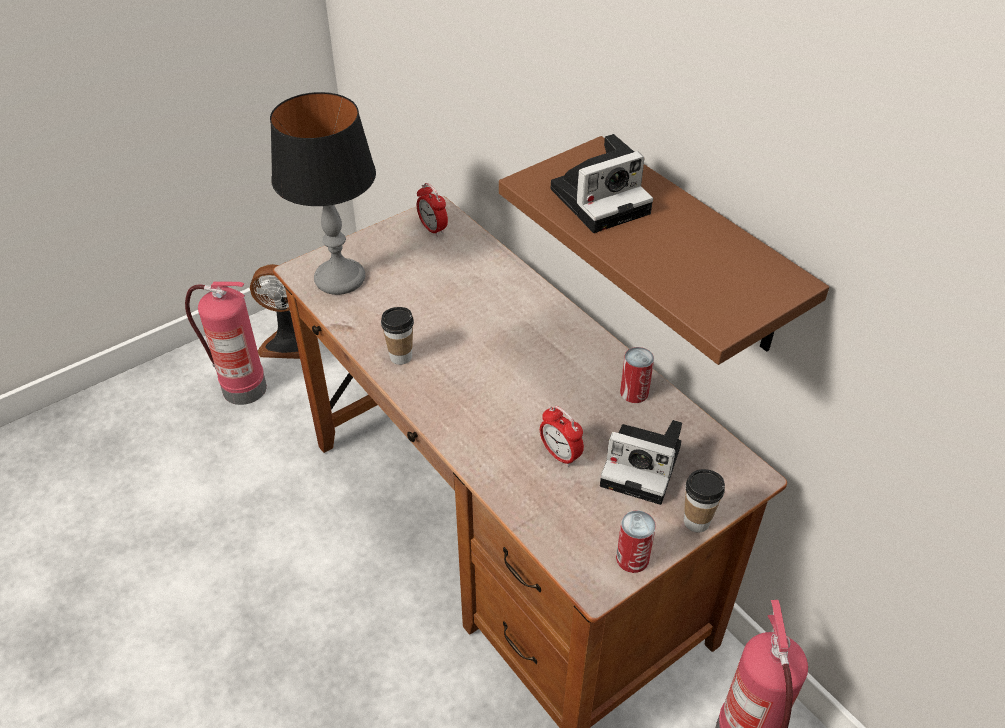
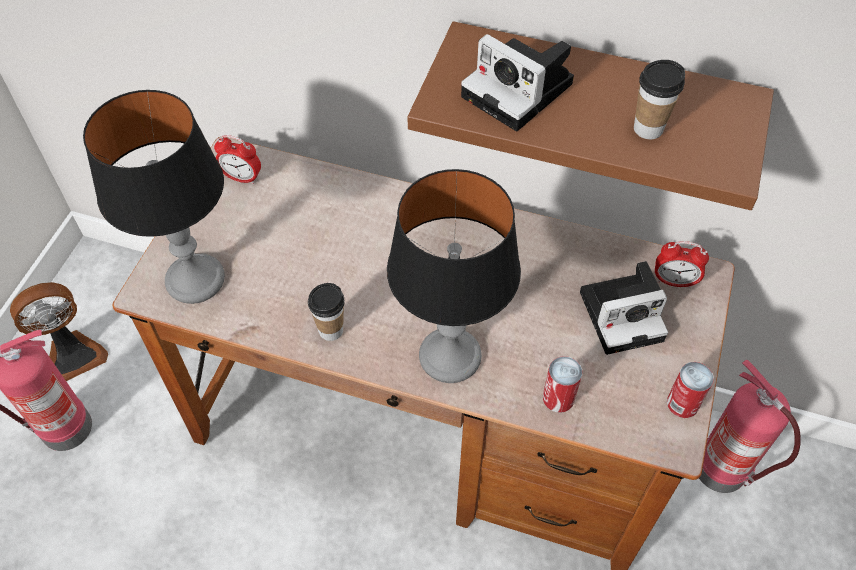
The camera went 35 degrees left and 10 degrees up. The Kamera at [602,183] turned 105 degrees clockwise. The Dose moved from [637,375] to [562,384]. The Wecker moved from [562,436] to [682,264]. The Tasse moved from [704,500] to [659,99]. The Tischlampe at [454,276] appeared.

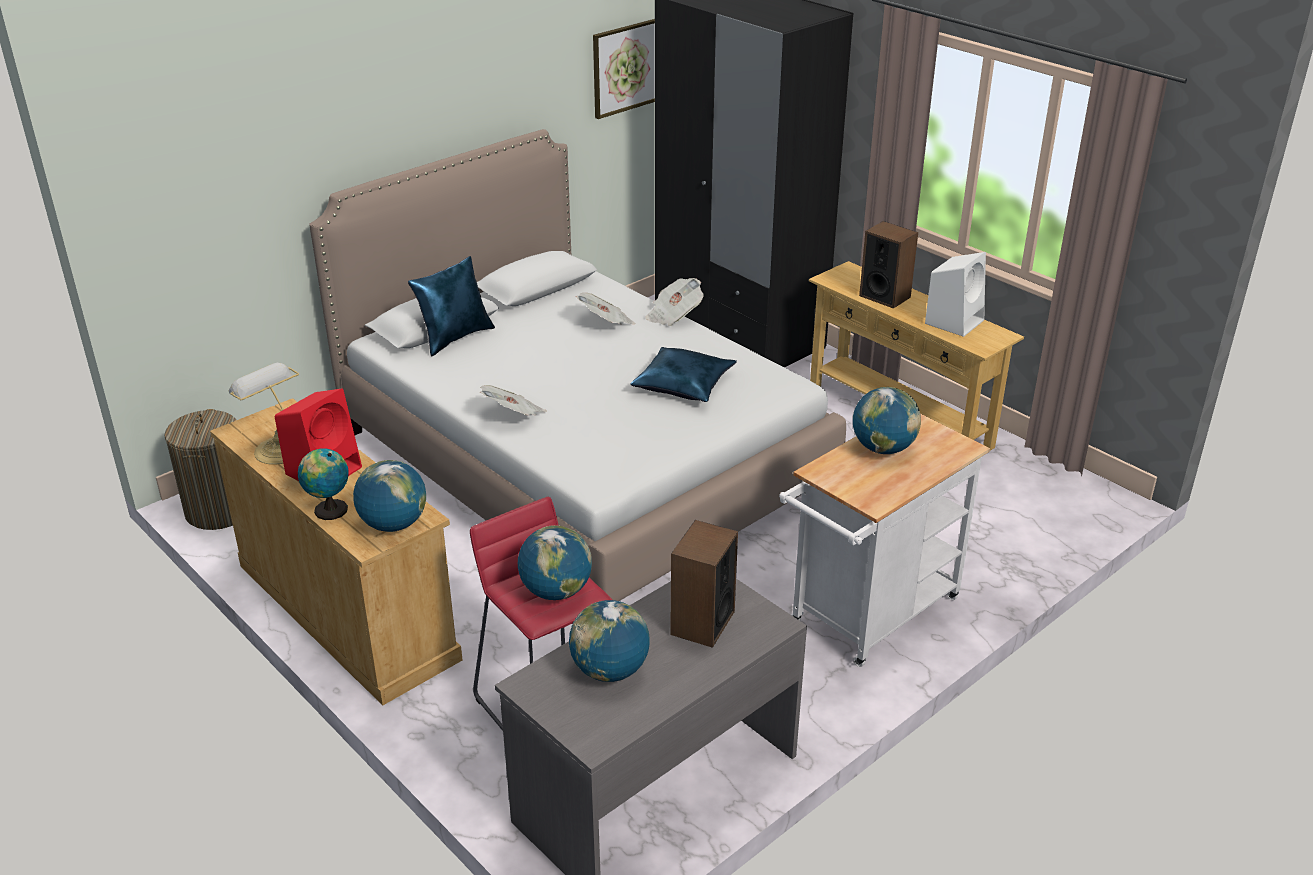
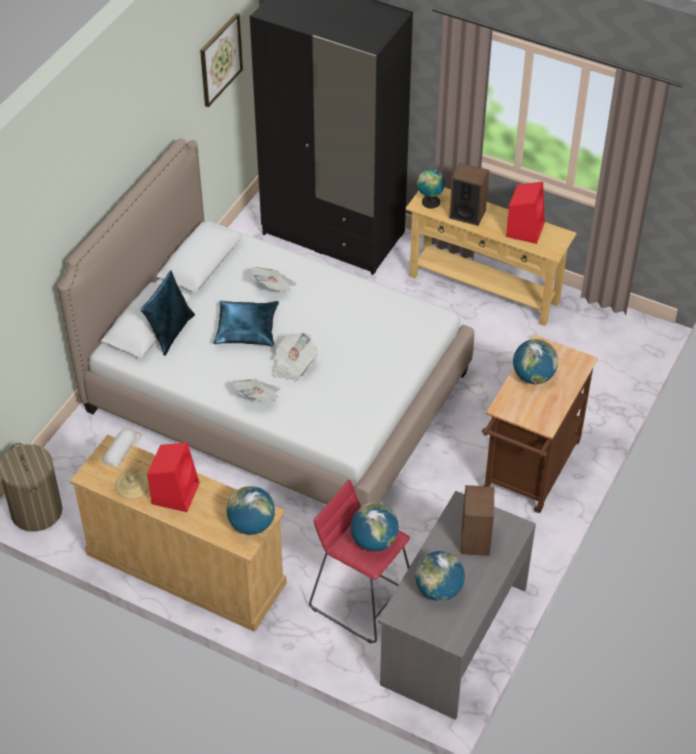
The camera went 20 degrees left and 15 degrees up. The Lautsprecher [weiß] at [955,294] became the Lautsprecher [rot] at [525,212]. The Zeitung moved from [675,302] to [295,357]. The Kissen [blau] moved from [683,374] to [246,324]. The Rollwagen [weiß] at [884,540] became the Rollwagen [braun] at [540,423]. The Globus moved from [323,484] to [431,189].

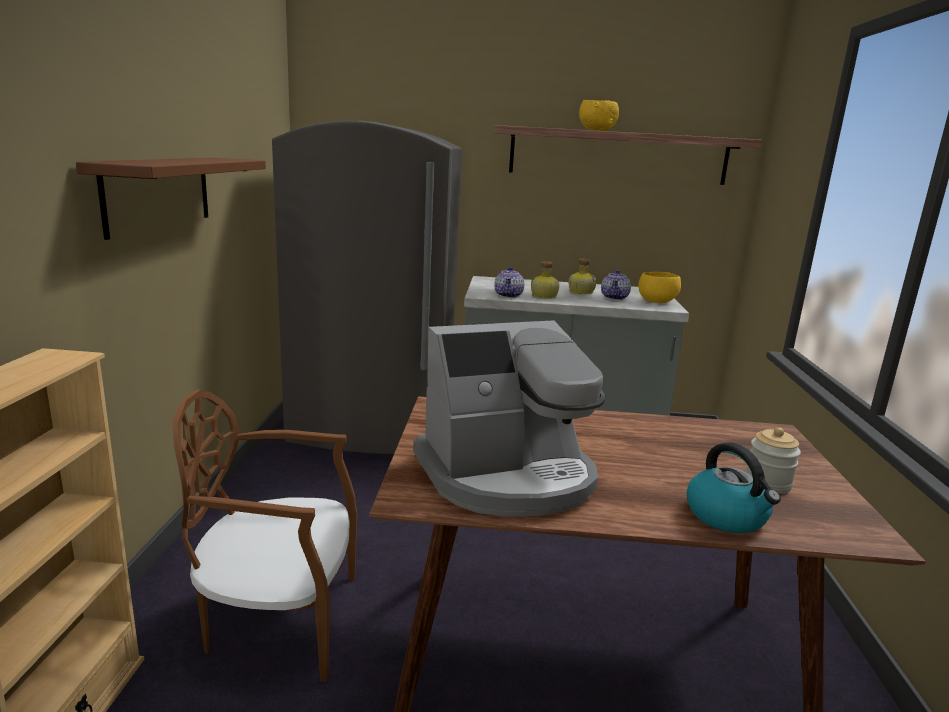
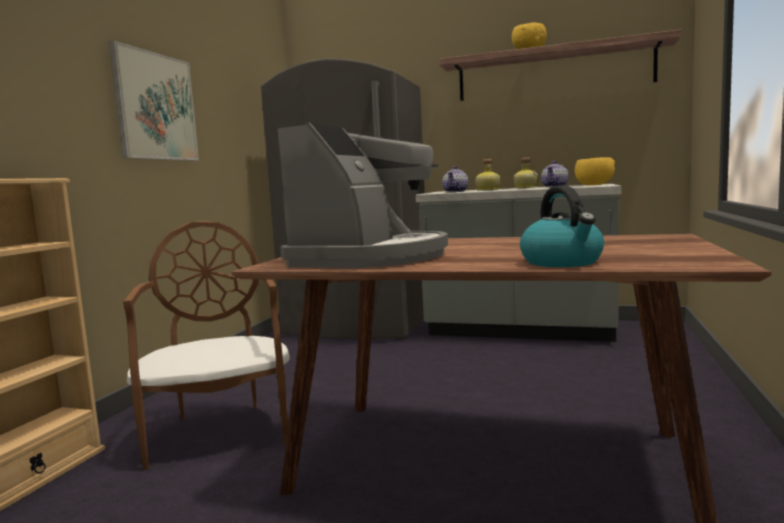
The camera went 15 degrees right and 10 degrees down. The Wandregal [braun] at [171,198] was replaced by the Bild at [154,101]. The Kaffeemaschine at [509,418] turned 60 degrees counterclockwise. The Stuhl [braun] at [264,536] turned 60 degrees clockwise. The Vorratsglas at [773,460] disappeared.

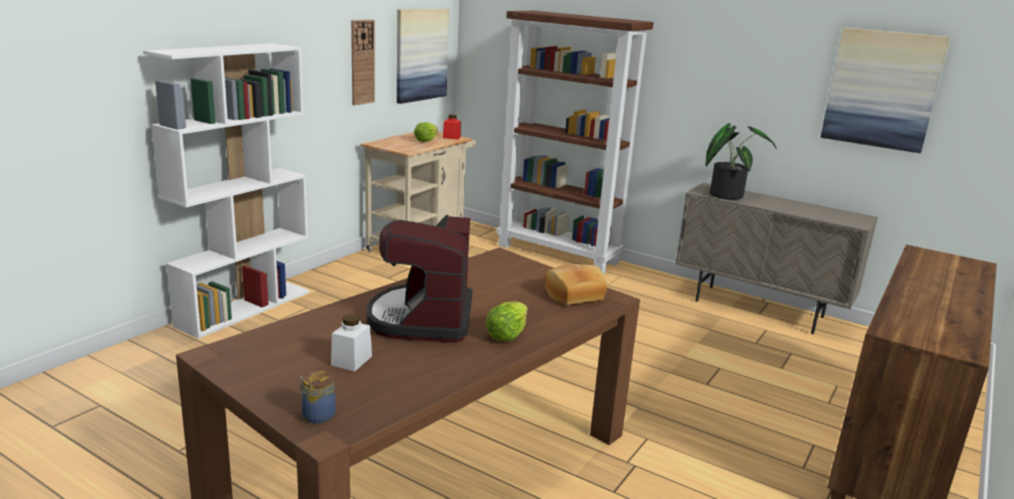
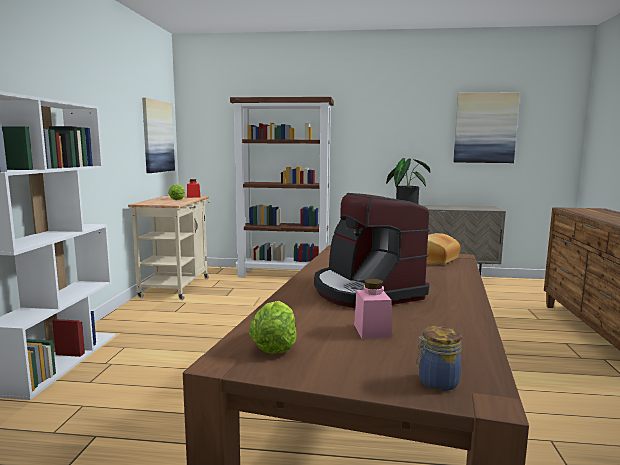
The camera went 25 degrees left and 10 degrees down. The Wanduhr at [363,62] disappeared. The Salatkopf moved from [507,321] to [272,327]. The Vorratsglas [weiß] at [351,342] became the Vorratsglas [rosa] at [373,309].

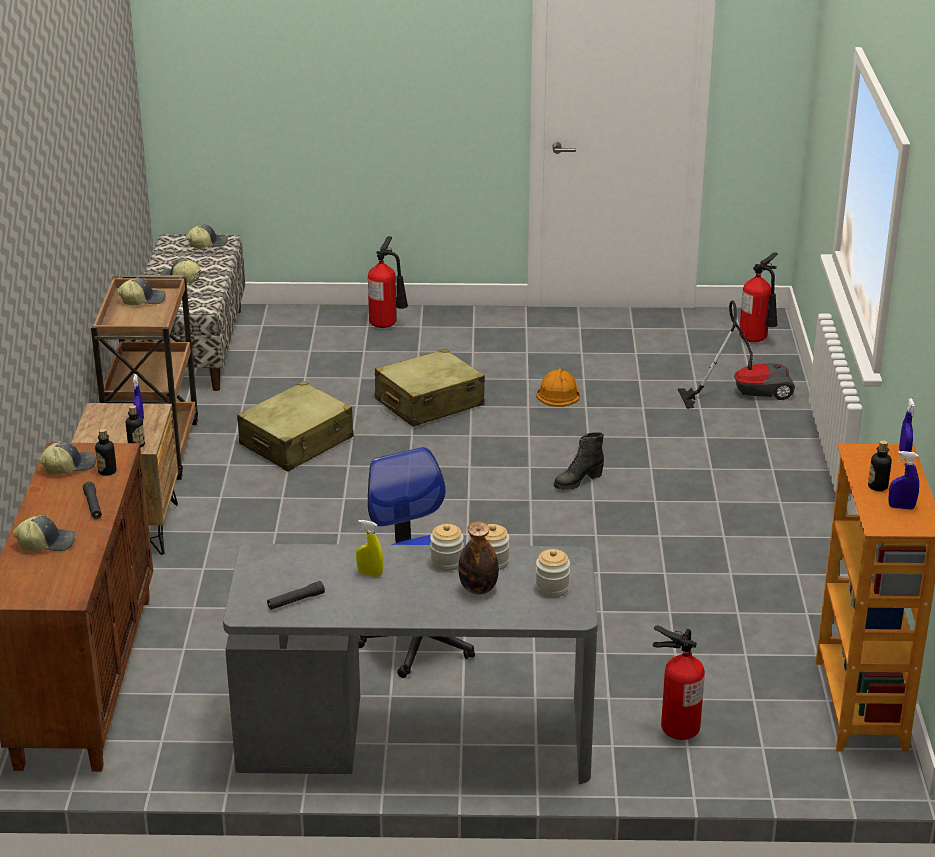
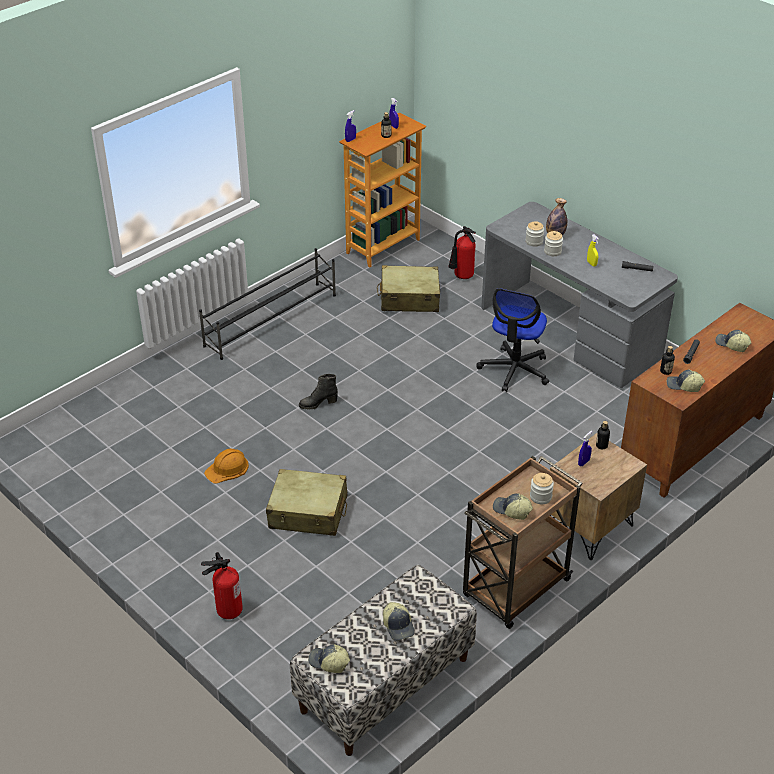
The camera went 135 degrees left and 10 degrees up. The Feuerlöscher at [758,297] disappeared. The Staubsauger at [736,354] disappeared. The Koffer [beige] moved from [295,426] to [408,288]. The Stiefel [schwarz] at [579,461] turned 150 degrees clockwise. The Vorratsglas moved from [553,573] to [542,488]. The Schuhregal [schwarz] at [267,304] appeared.

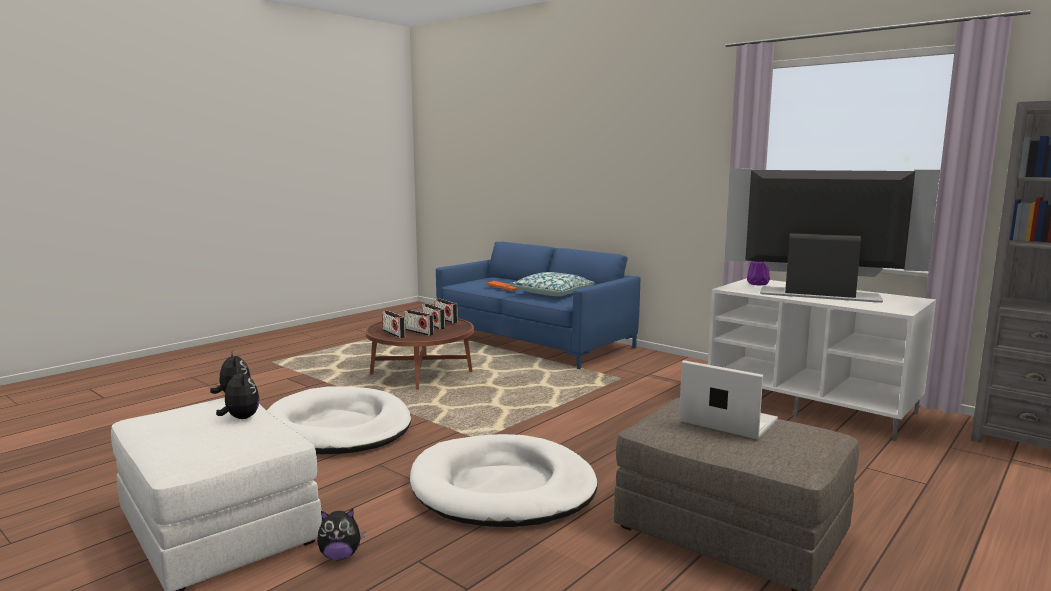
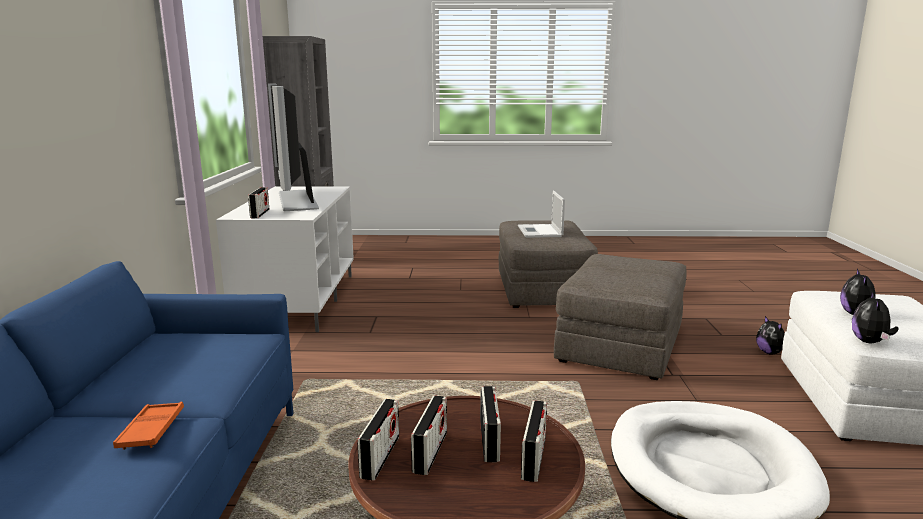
The camera went 130 degrees left and 5 degrees up. The Vase [lila] at [758,273] was replaced by the Radio at [258,202]. The Kissen at [552,284] disappeared. The Hundebett [weiß] at [504,480] was replaced by the Polsterhocker [grau] at [620,317]. The Plüschtier at [341,534] turned 150 degrees counterclockwise.

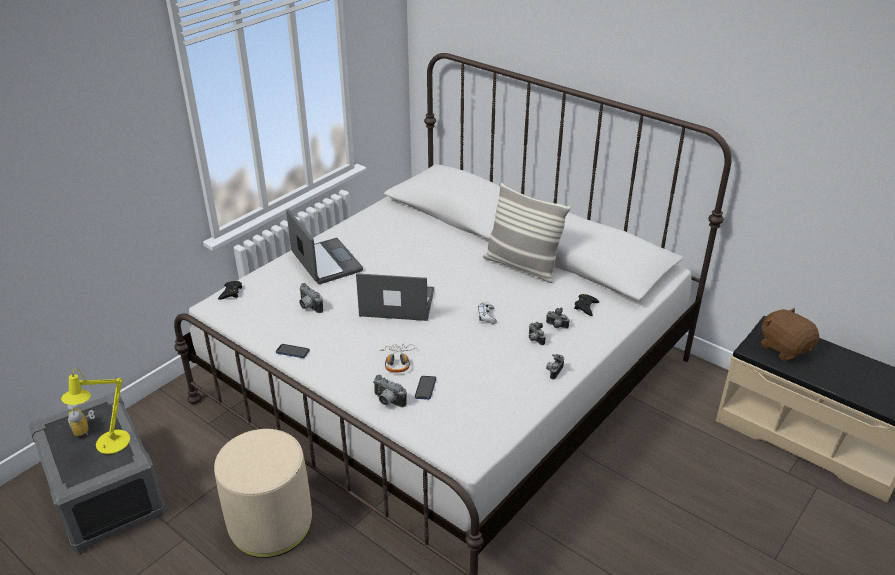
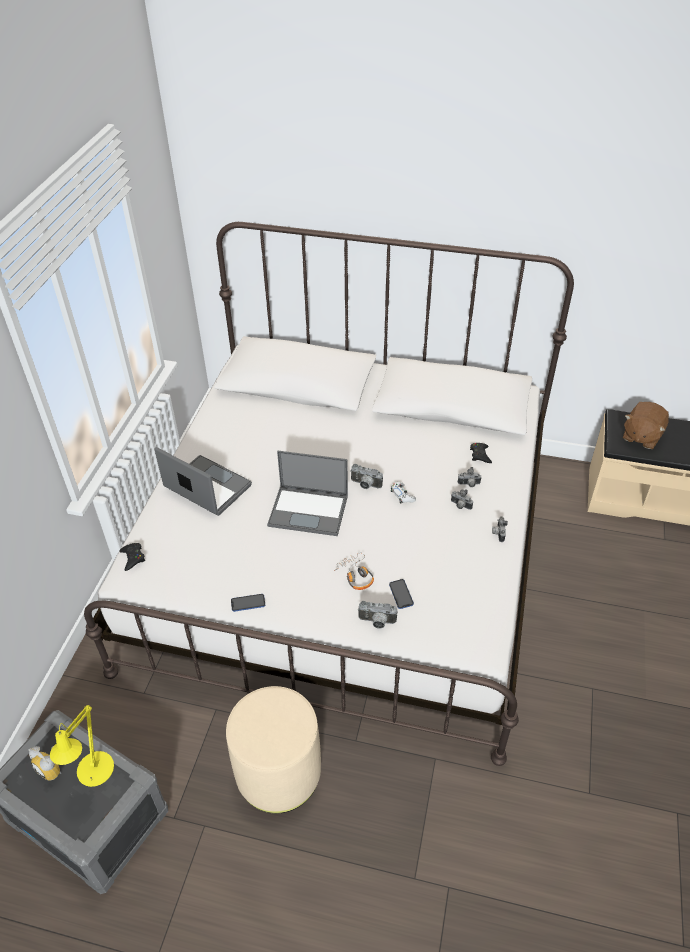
The camera went 25 degrees left and 10 degrees up. The Kissen at [527,233] disappeared. The Laptop at [395,297] turned 150 degrees counterclockwise. The Kamera moved from [311,298] to [366,476]. The Plüschtier [braun] at [790,334] turned 90 degrees counterclockwise.

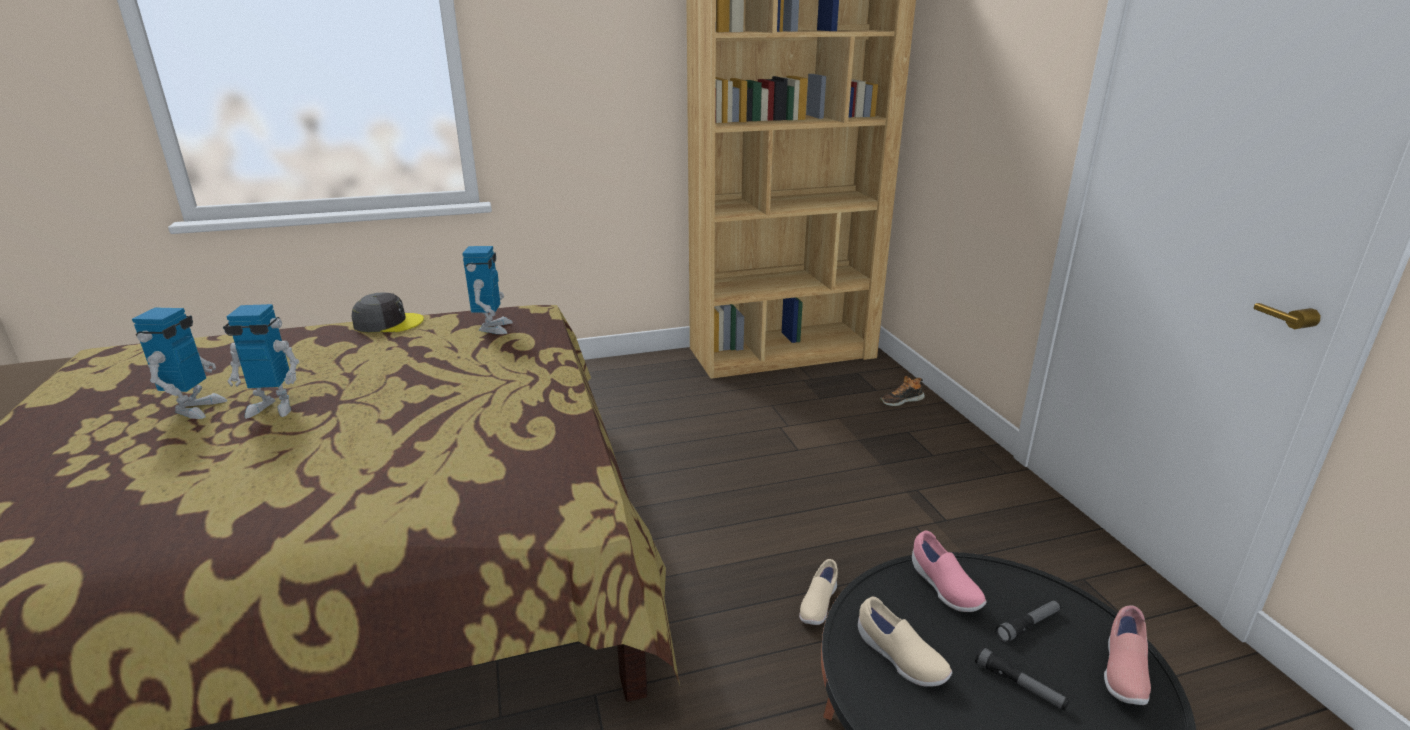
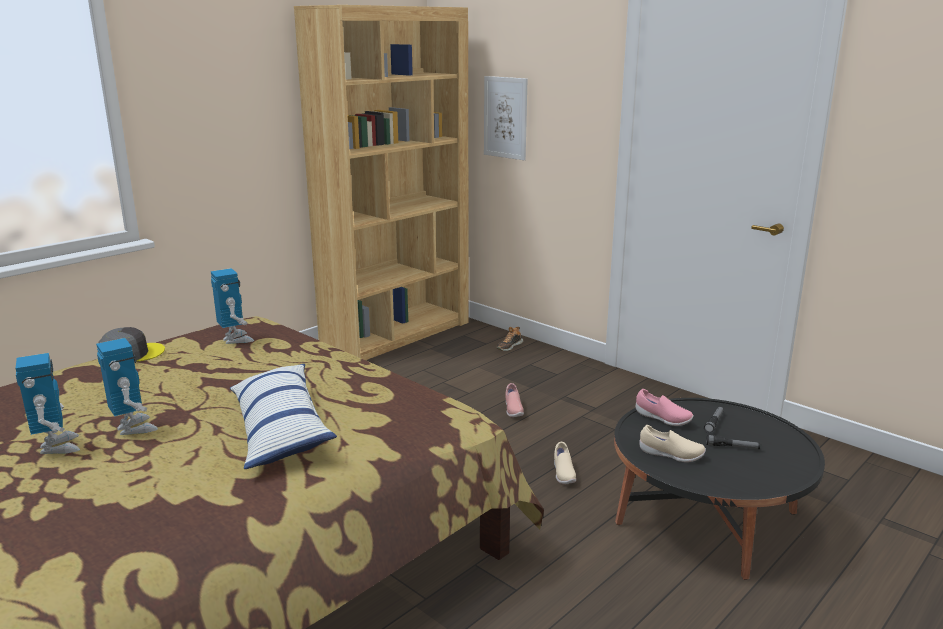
The camera went 30 degrees left and 5 degrees down. The Spielzeugroboter at [261,361] turned 90 degrees counterclockwise. The Schuh [rosa] moved from [1127,655] to [514,400]. The Bild at [506,118] appeared. The Kissen at [283,416] appeared.

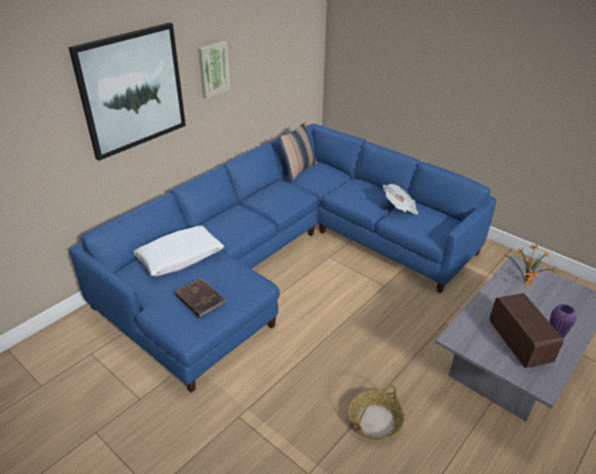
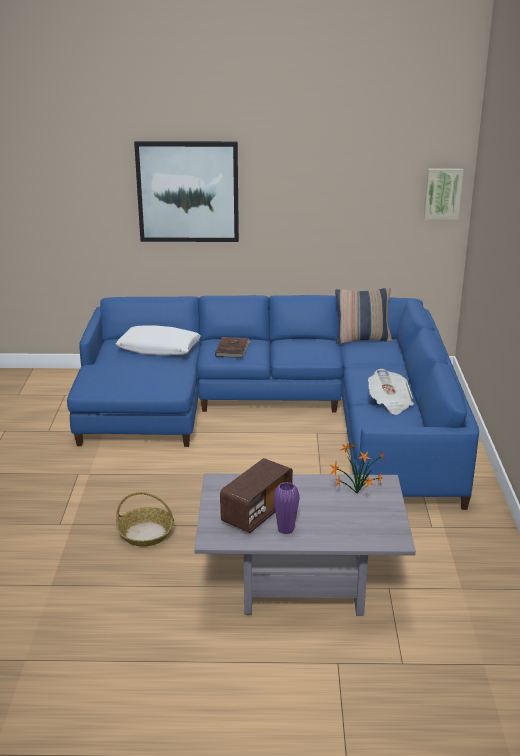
The camera went 50 degrees right and 10 degrees down. The Bild moved from [214,70] to [443,194]. The Buch [braun] moved from [200,298] to [233,347].

